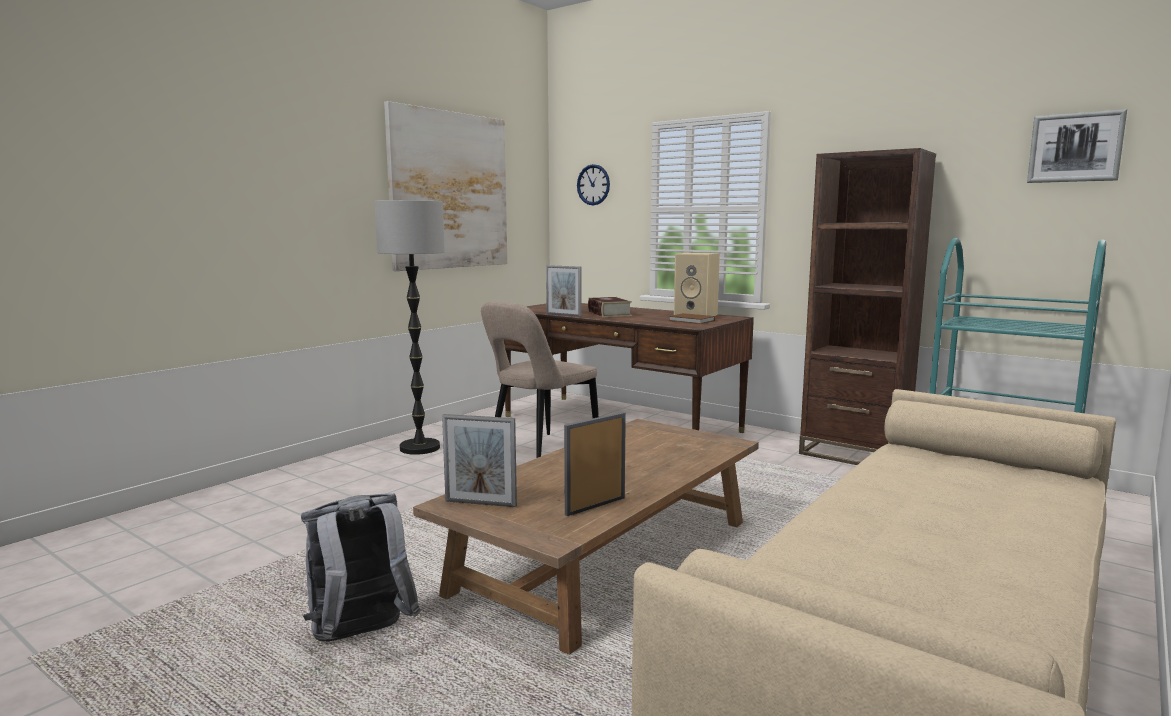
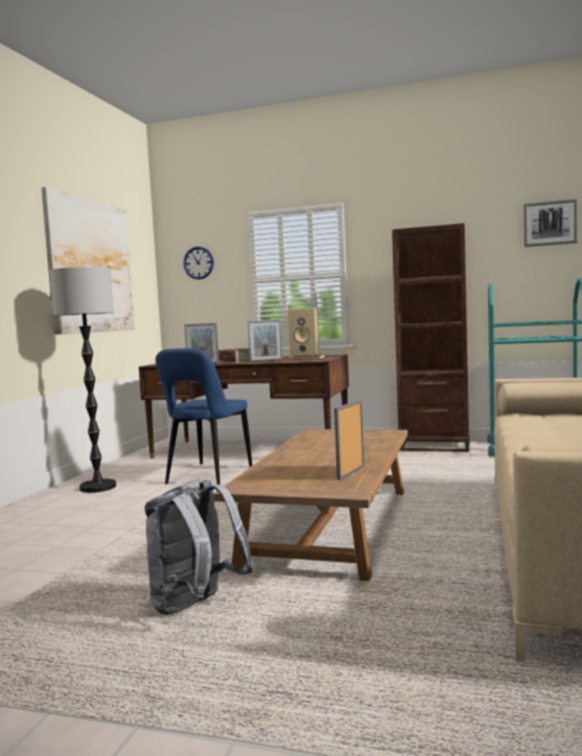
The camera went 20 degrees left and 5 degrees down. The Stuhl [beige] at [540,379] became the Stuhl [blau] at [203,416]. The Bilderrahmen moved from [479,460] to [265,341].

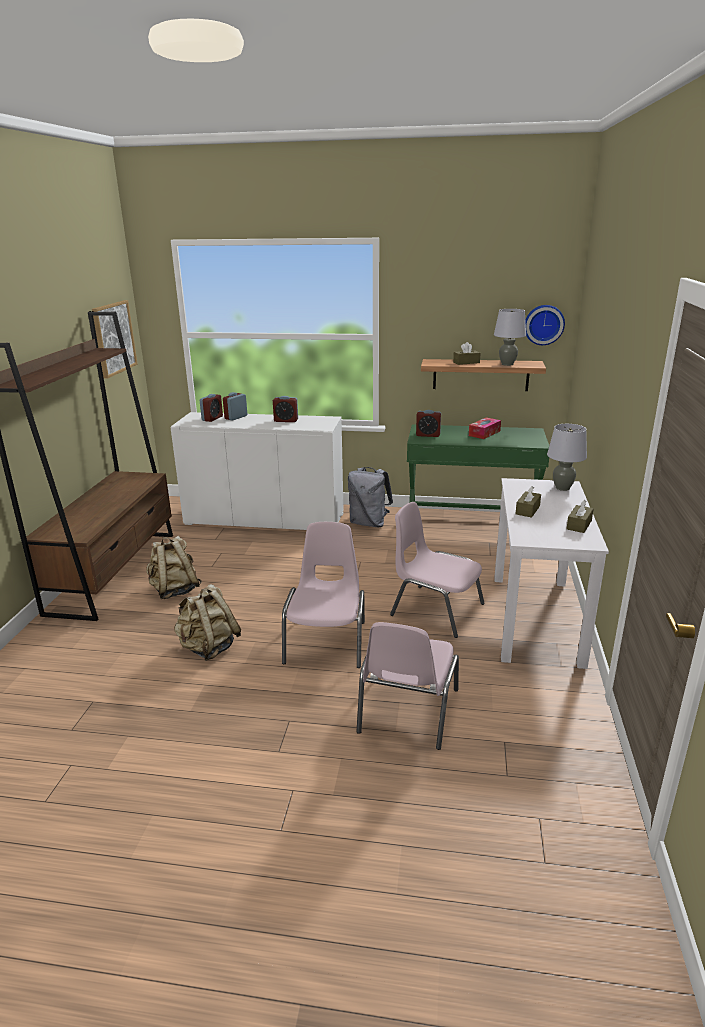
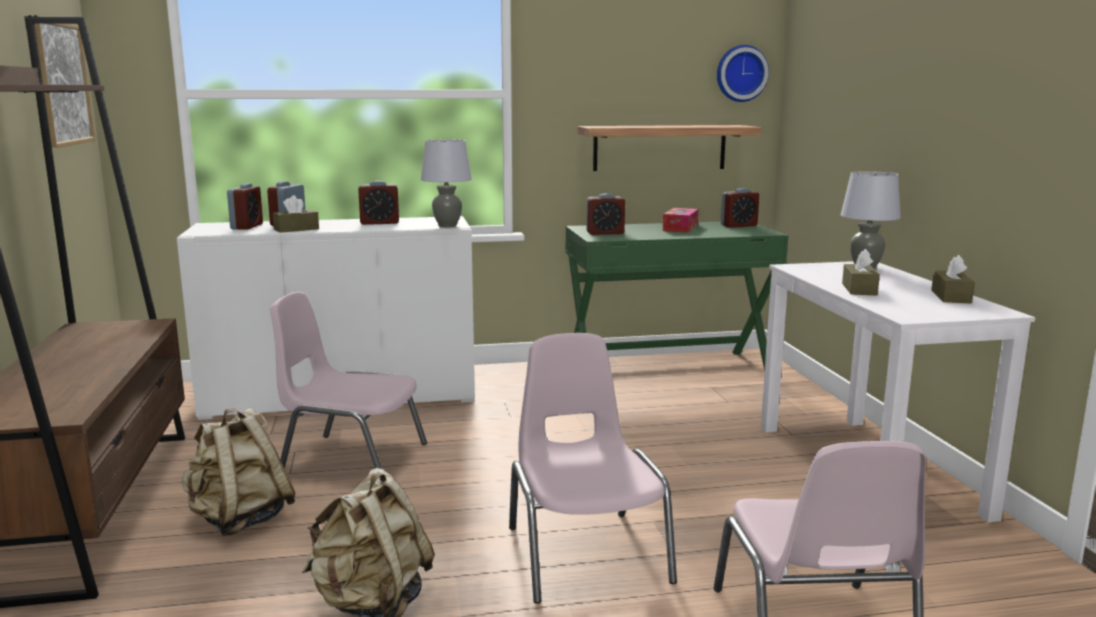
The camera went 20 degrees left and 10 degrees down. The Tischlampe [grau] moved from [510,337] to [446,183]. The Taschentuchbox [braun] moved from [467,353] to [296,214]. The Rucksack [grau] at [370,497] disappeared. The Stuhl [rosa] moved from [437,570] to [348,380]. The Wecker at [740,208] appeared.

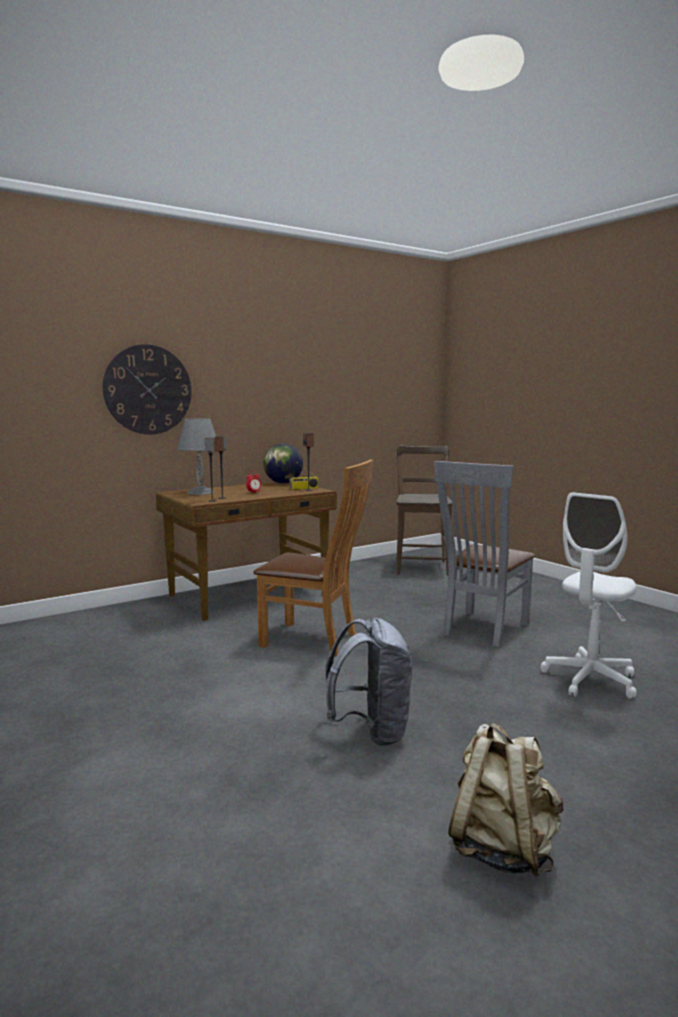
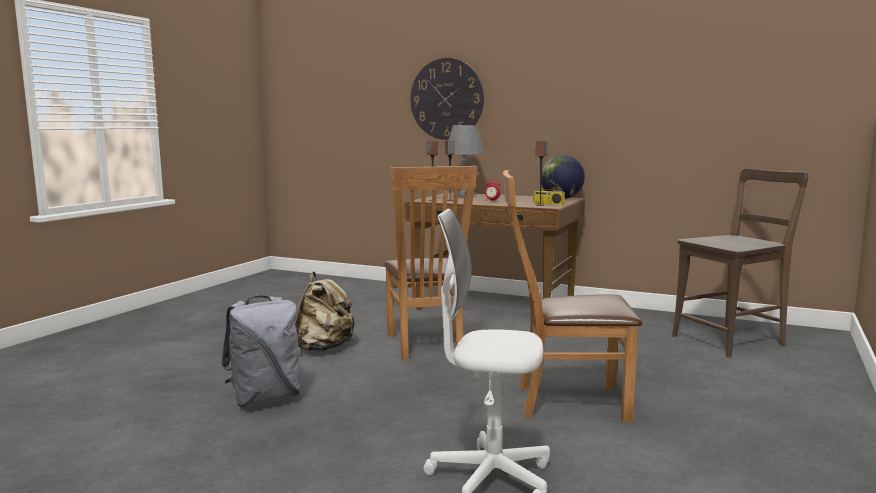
The camera went 60 degrees right and 0 degrees up. The Stuhl [grau] at [484,554] became the Stuhl [braun] at [572,296]. The Rucksack [beige] moved from [505,800] to [325,312].

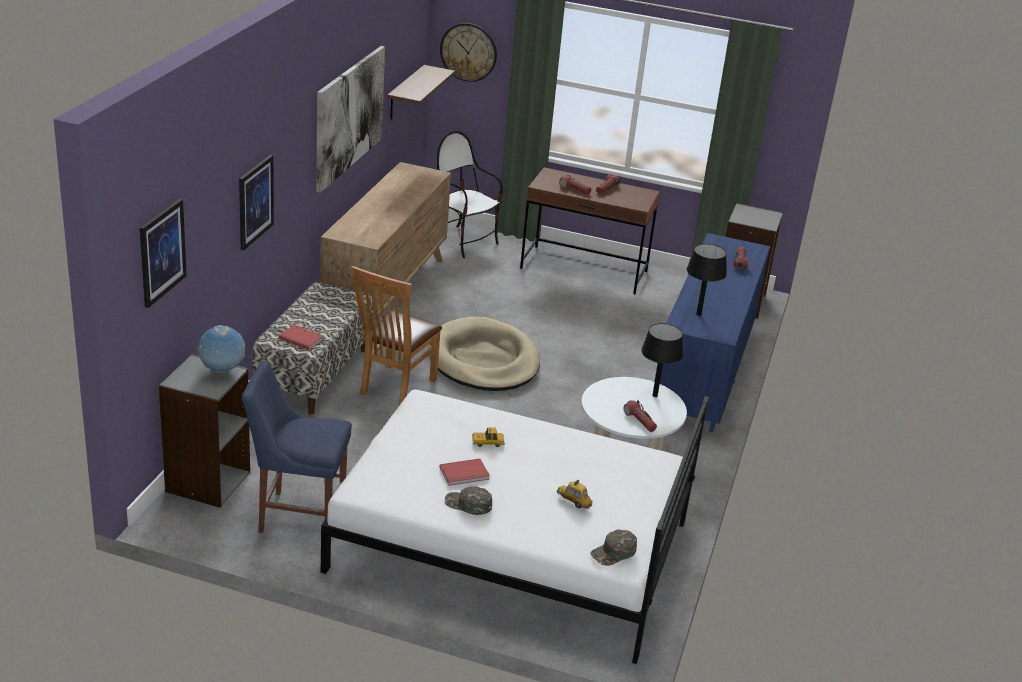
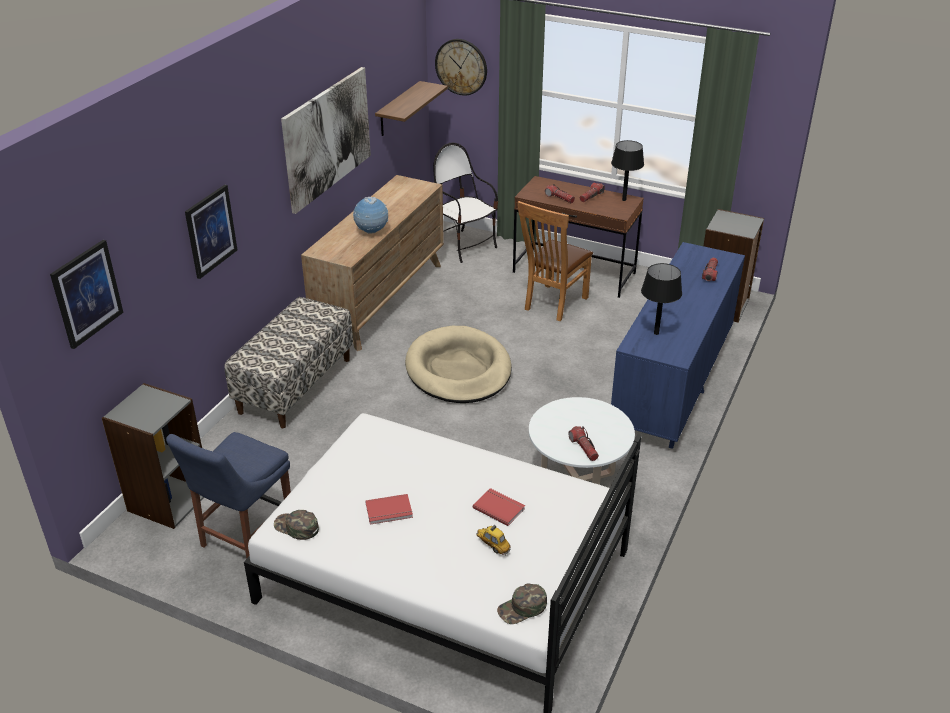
The camera went 10 degrees right and 5 degrees up. The Stuhl [braun] moved from [396,336] to [555,261]. The Tischlampe [schwarz] moved from [662,360] to [627,170]. The Globus moved from [221,349] to [370,215]. The Buch [rot] moved from [301,337] to [499,507]. The Stuhl [blau] at [297,447] turned 75 degrees counterclockwise. The Spielzeugauto at [488,437] disappeared. The Kappe [grün] moved from [468,500] to [296,525].

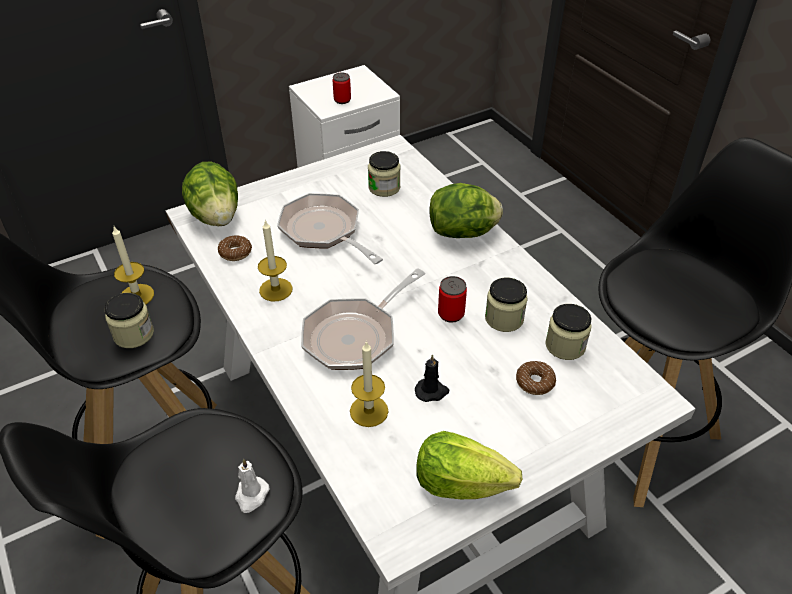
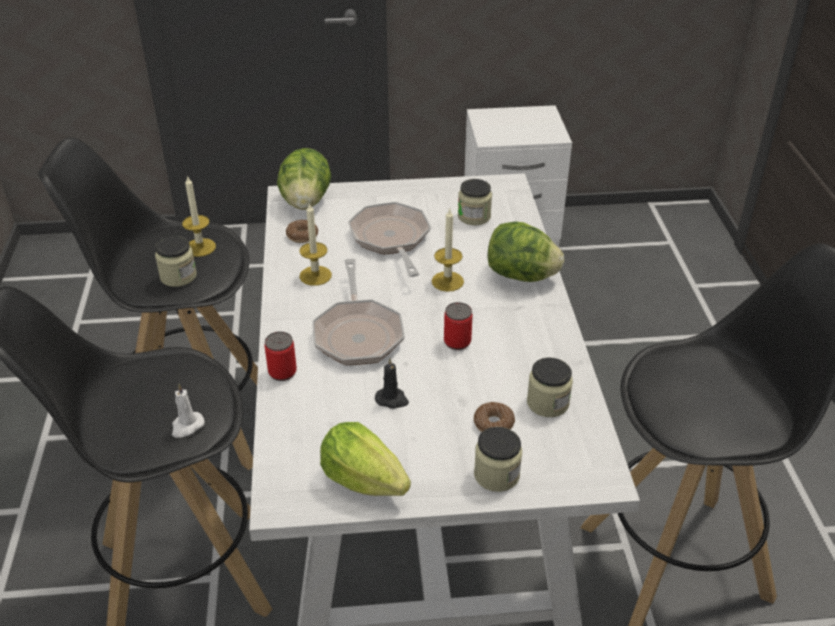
The camera went 25 degrees right and 5 degrees down. The Dose moved from [342,88] to [281,356]. The Pfanne at [363,319] turned 75 degrees counterclockwise. The Vorratsglas moved from [506,305] to [498,459]. The Kerze moved from [369,384] to [448,250].

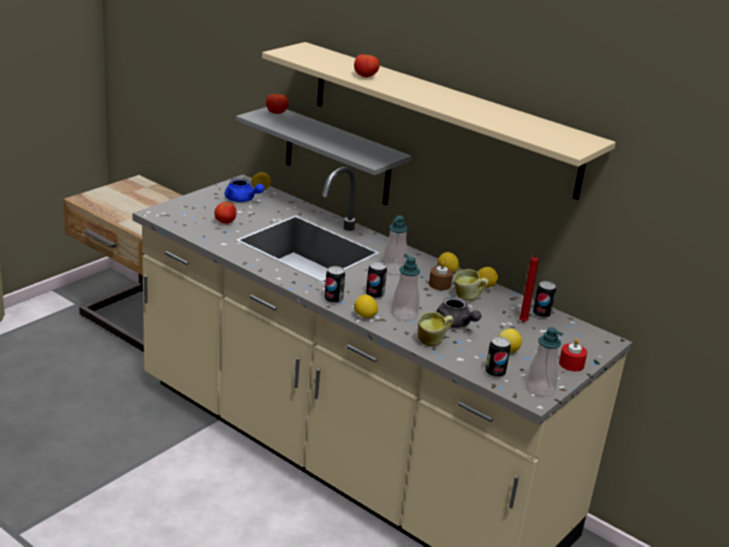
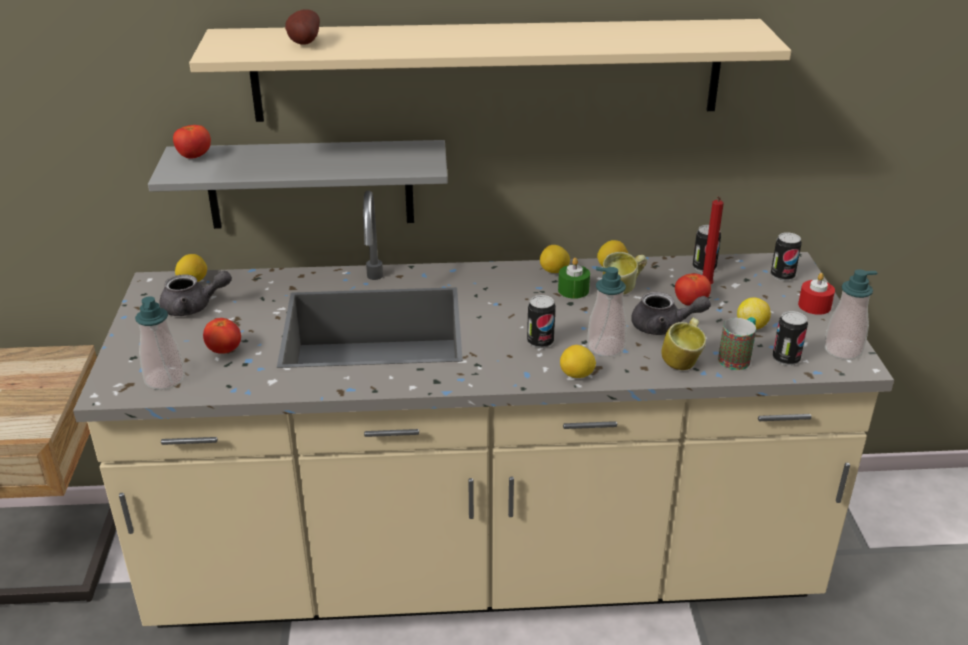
The camera went 40 degrees left and 5 degrees up. The Tomate moved from [367,65] to [693,289]. The Teekanne [blau] at [245,190] became the Teekanne [grau] at [195,293]. The Seifenspender moved from [395,245] to [160,343]. The Kerze [braun] at [441,275] became the Kerze [grün] at [574,278]. The Dose moved from [334,285] to [786,256]. The Kartoffel at [302,27] appeared. The Henkelbecher at [737,343] appeared.

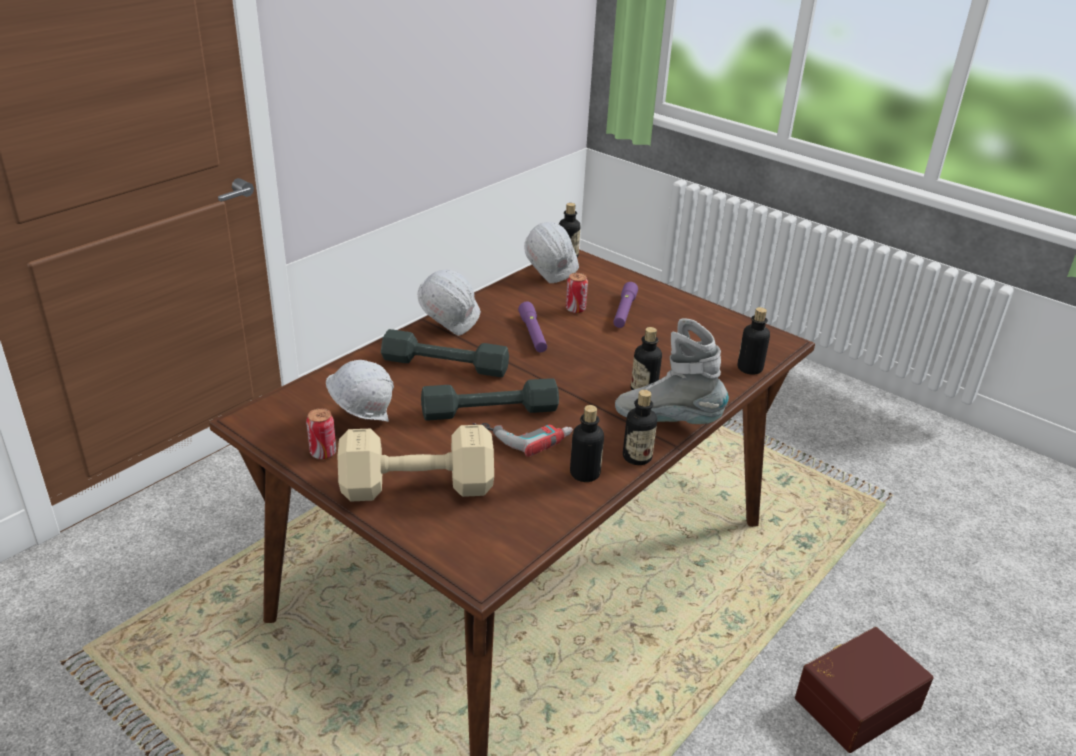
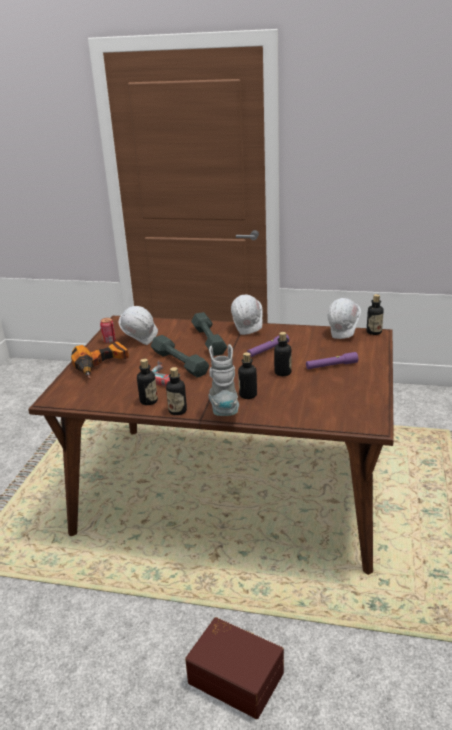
The camera went 65 degrees right and 5 degrees down. The Dose at [577,293] disappeared. The Flasche moved from [753,341] to [283,354]. The Hantel [beige] at [415,463] was replaced by the Bohrmaschine at [100,360].

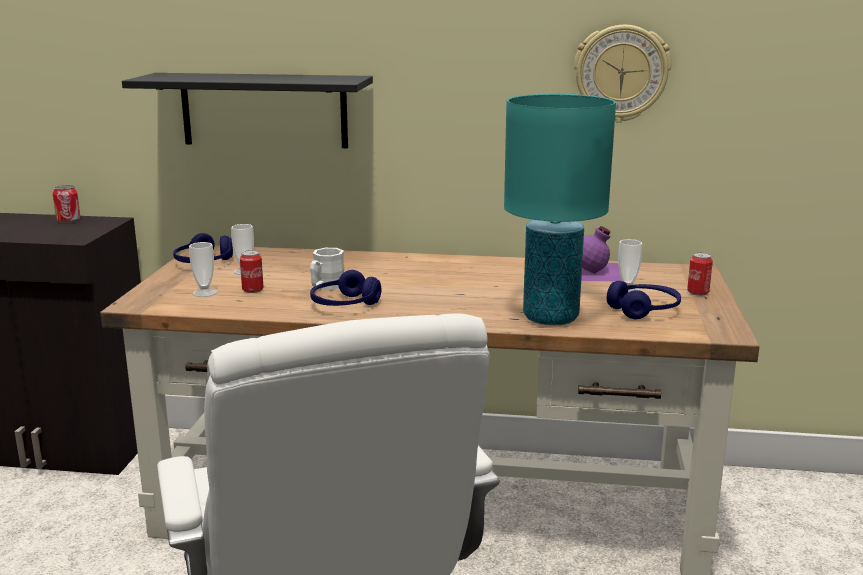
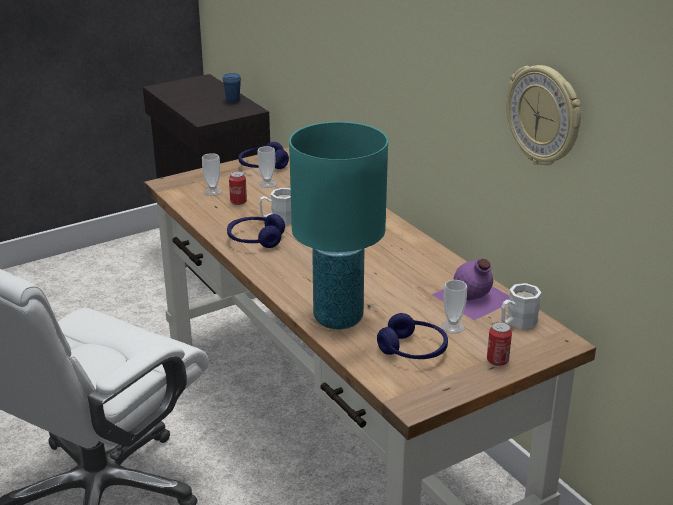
The camera went 50 degrees right and 10 degrees up. The Wandregal [schwarz] at [247,110] disappeared. The Dose at [66,204] was replaced by the Tasse [blau] at [232,88]. The Henkelbecher [weiß] at [521,306] appeared.

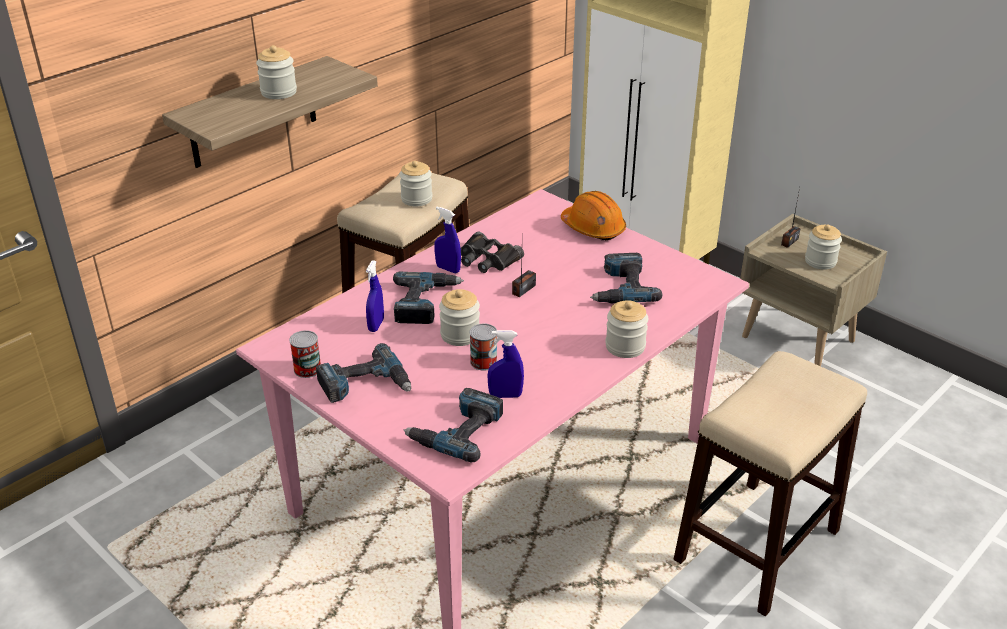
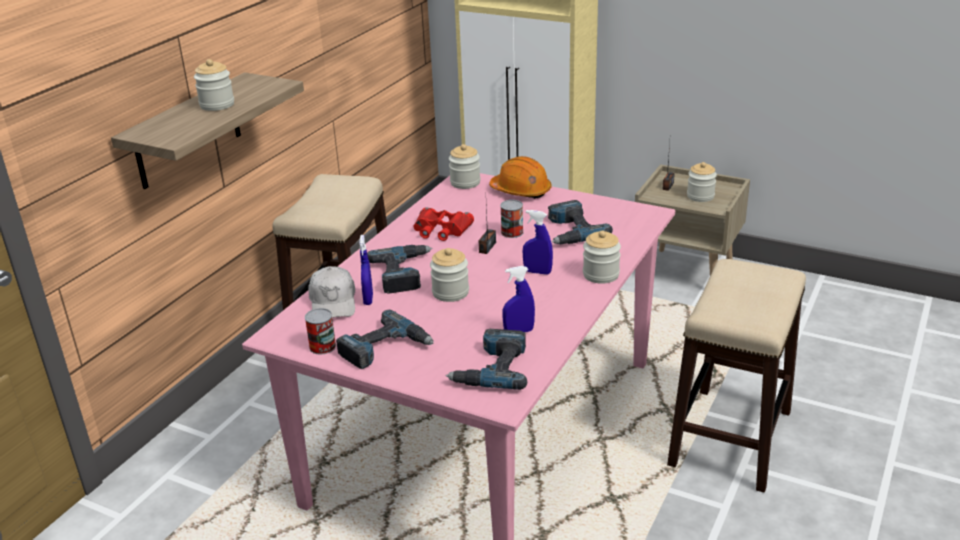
The camera went 15 degrees left and 5 degrees down. The Vorratsglas moved from [415,184] to [464,166]. The Sprühflasche [blau] moved from [448,240] to [538,242]. The Fernglas [schwarz] at [492,252] became the Fernglas [rot] at [443,224]. The Dose moved from [483,347] to [512,219]. The Kappe [weiß] at [331,292] appeared.

